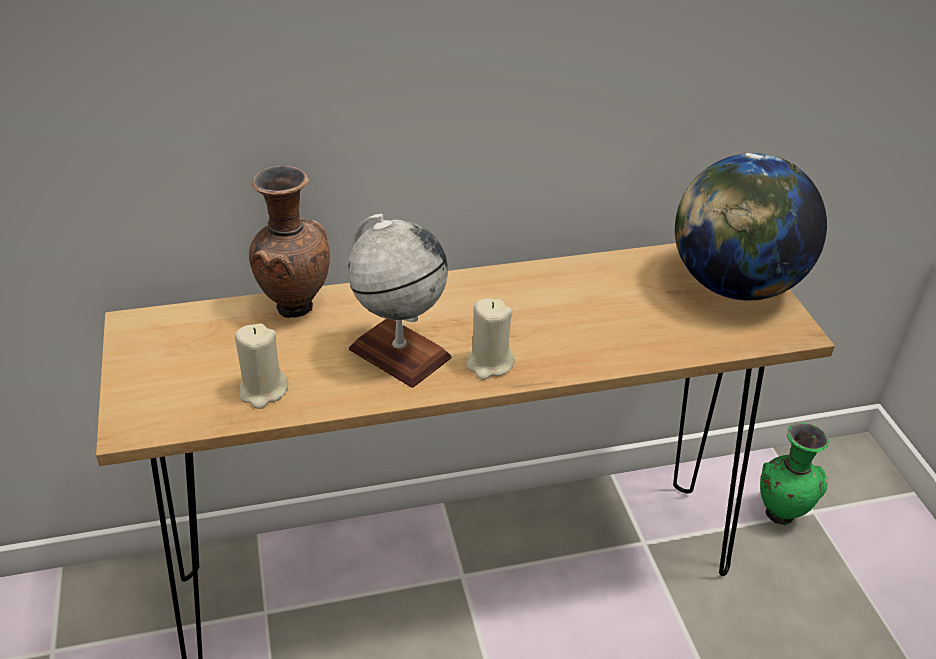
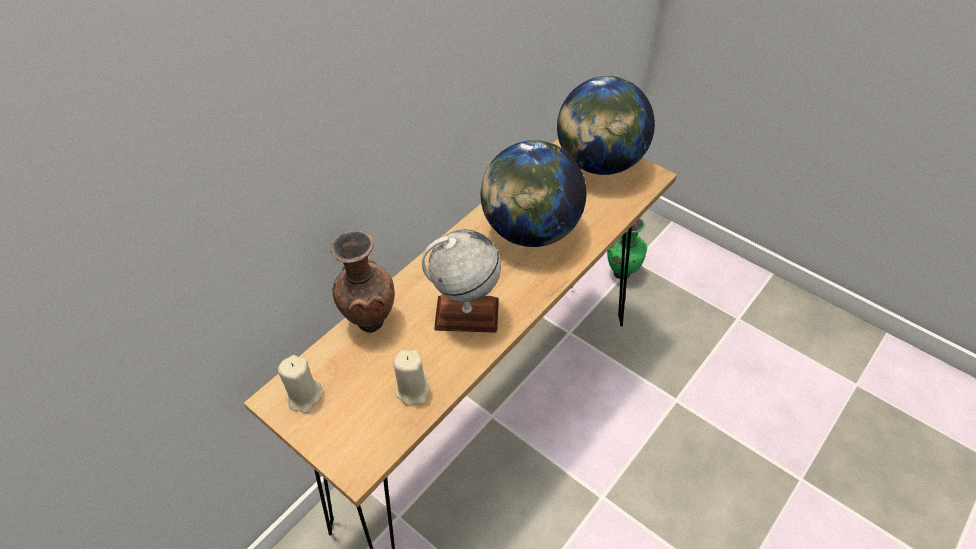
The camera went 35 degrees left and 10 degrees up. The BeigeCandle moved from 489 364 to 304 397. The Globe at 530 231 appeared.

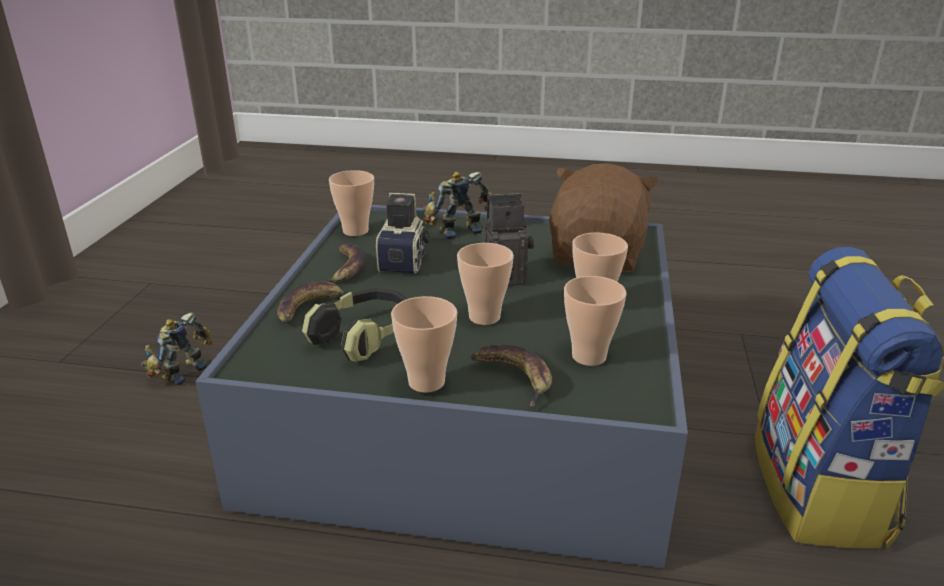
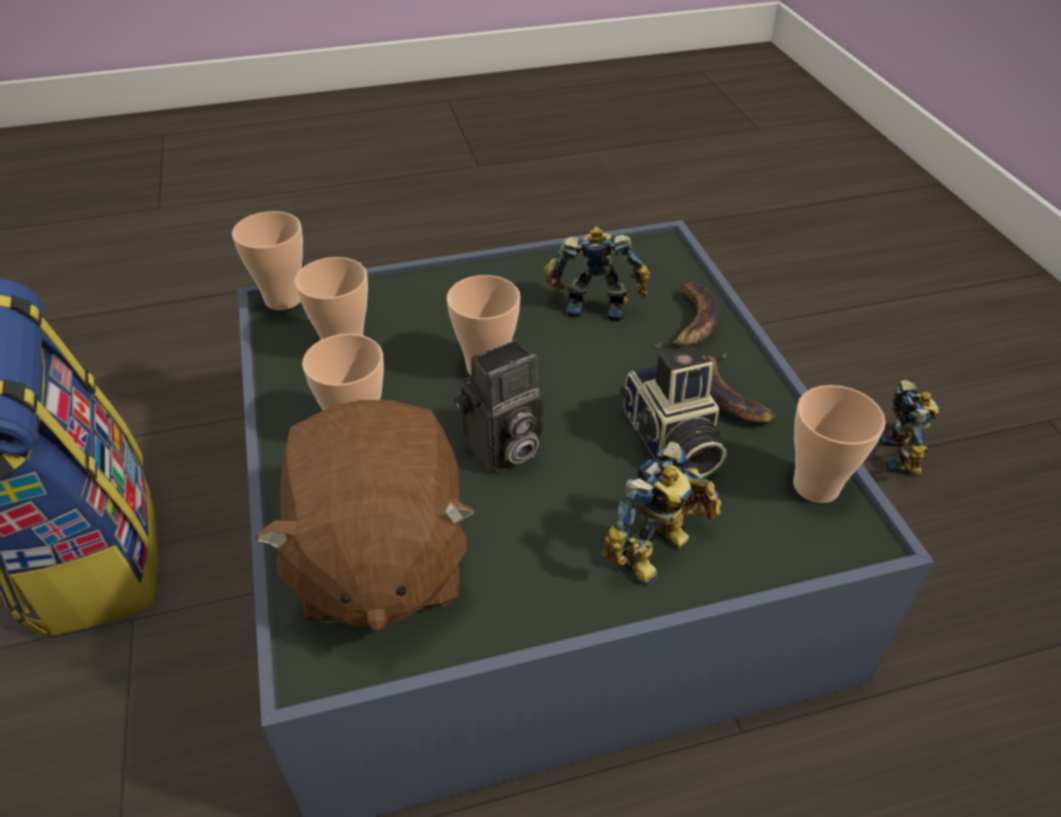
The camera went 155 degrees right and 15 degrees up. The Headphones at 364 336 was replaced by the ToyRobot at 595 305. The Cup moved from 426 382 to 283 299. The Banana at 513 376 disappeared.

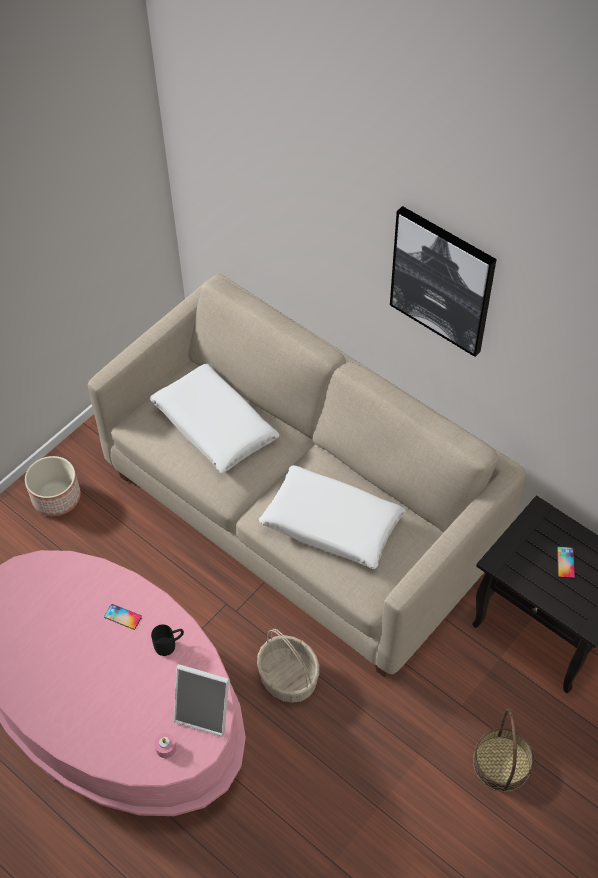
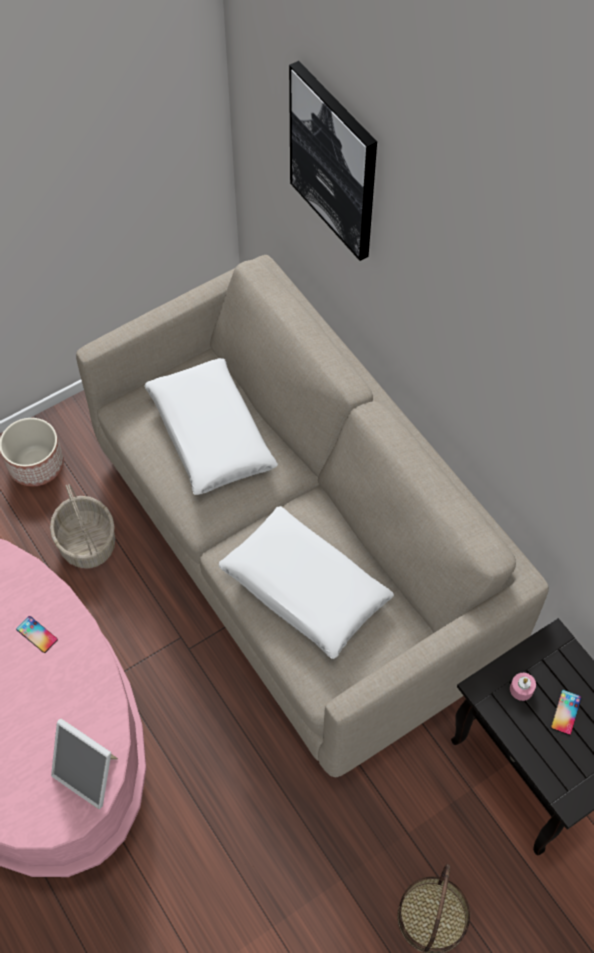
The camera went 15 degrees right and 5 degrees up. The Picture moved from 442 280 to 334 161. The BlackMug at 169 644 disappeared. The Basket moved from 289 678 to 88 543. The PinkCandle moved from 166 748 to 521 689.

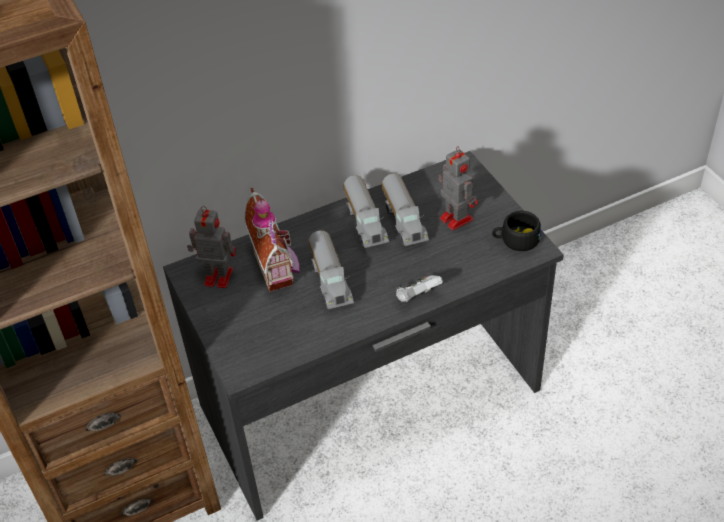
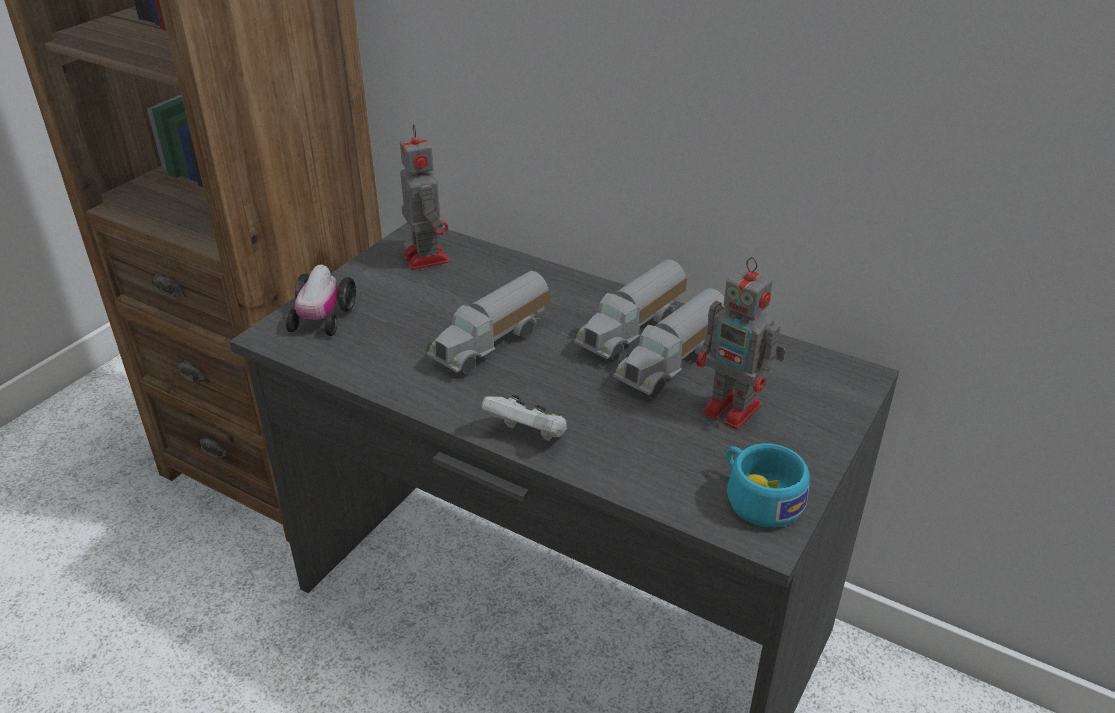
The camera went 55 degrees right and 10 degrees down. The ToyRobot at 455 218 turned 105 degrees clockwise. The ToyHouse at 278 266 disappeared. The BlackCup at 515 240 became the TurquoiseCup at 758 498. The ToyCar at 322 318 appeared.

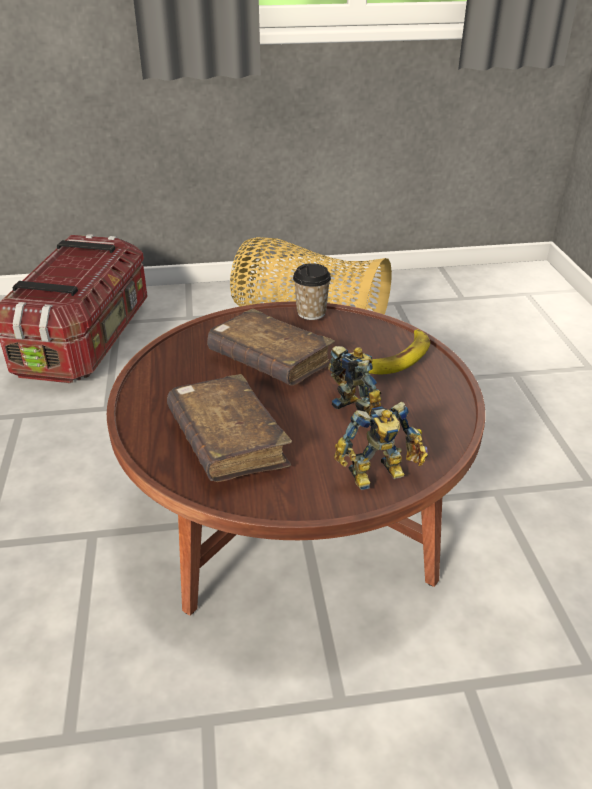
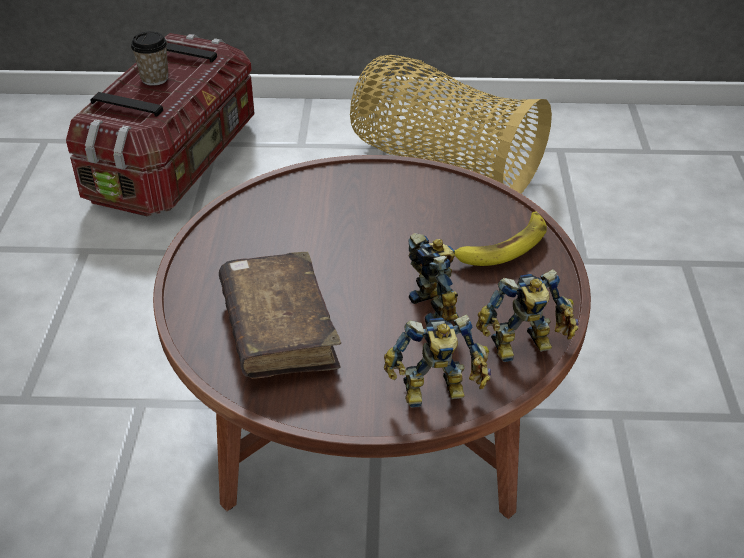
The camera went 10 degrees right and 5 degrees up. The Cup moved from 311 313 to 154 79. The BrownBook at 270 360 disappeared. The ToyRobot at 525 347 appeared.

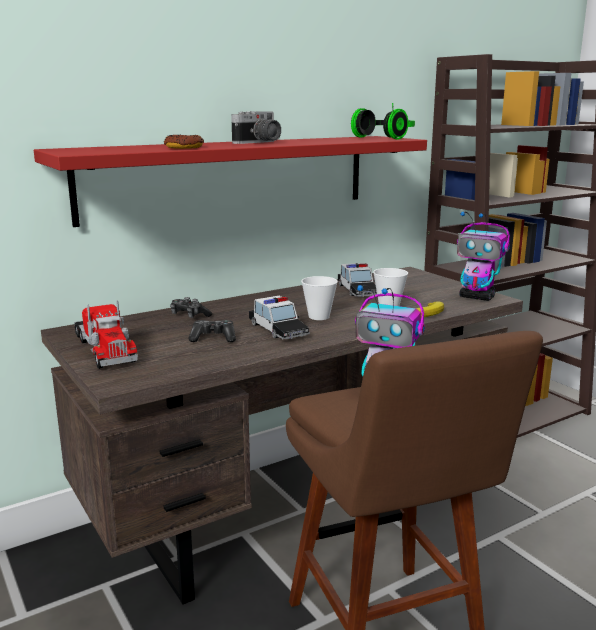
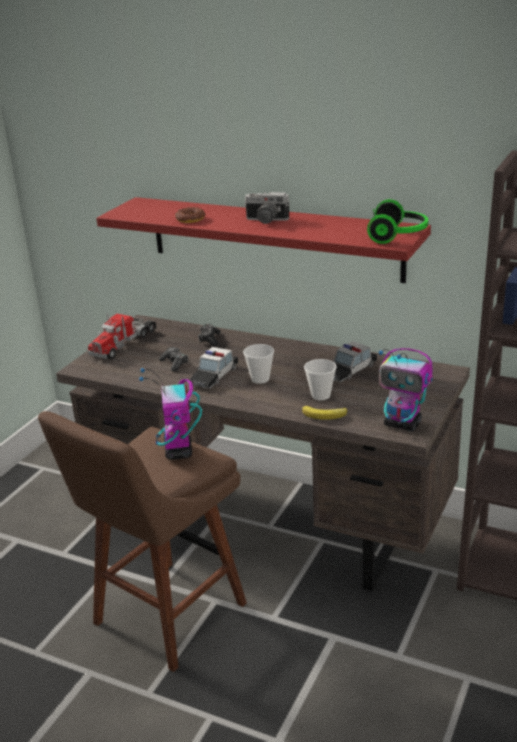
The camera went 60 degrees right and 10 degrees up. The ToyRobot at 477 297 turned 60 degrees counterclockwise.

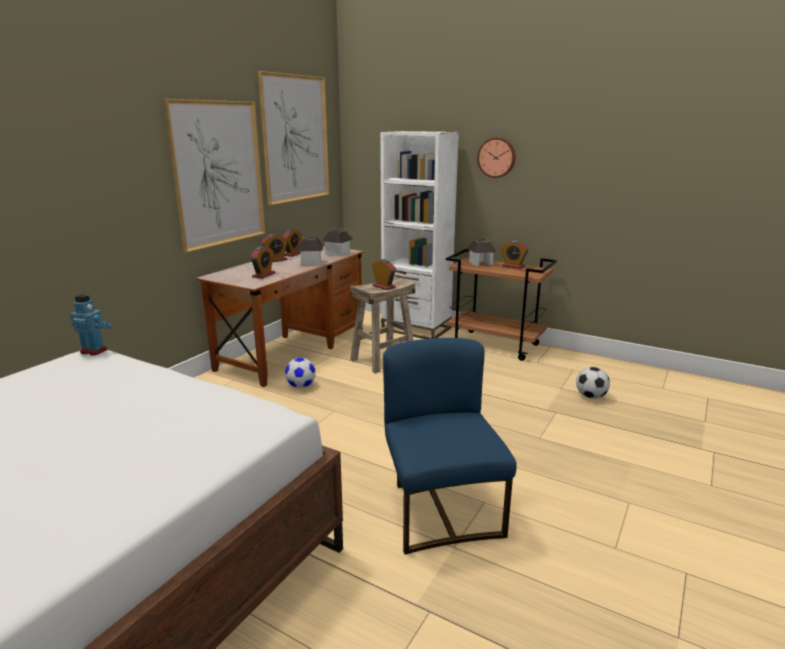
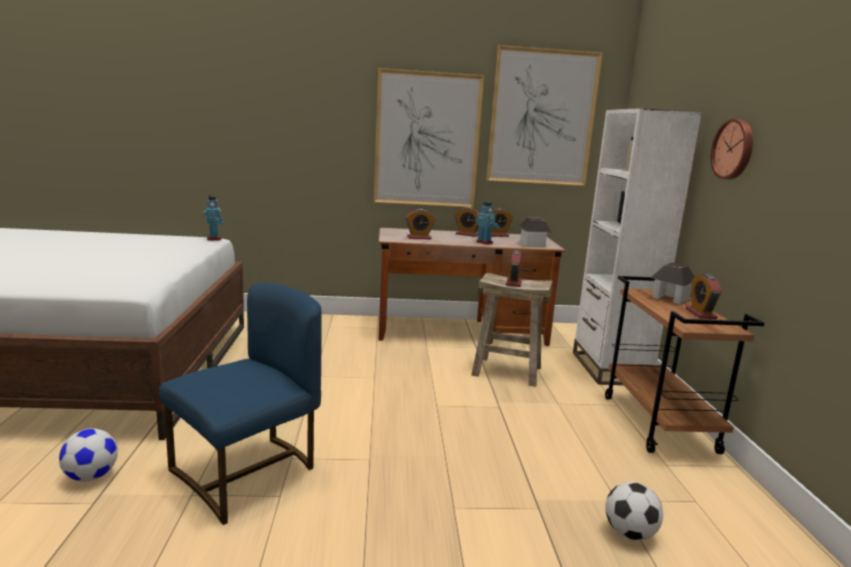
The camera went 55 degrees right and 5 degrees down. The ToyHouse at 311 262 was replaced by the ToyRobot at 484 242. The Football moved from 301 386 to 91 476.

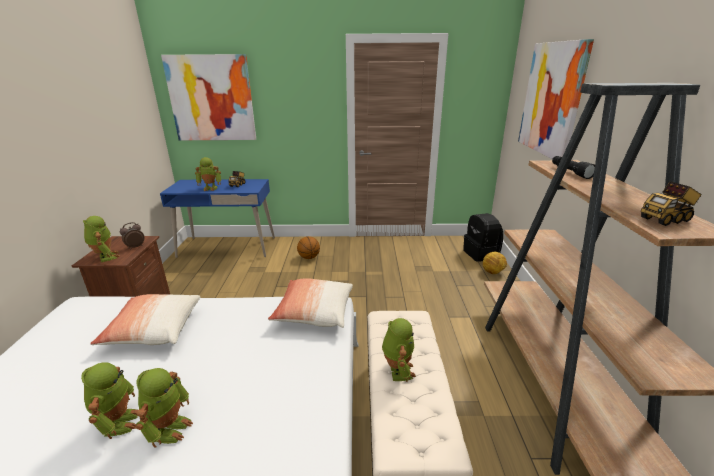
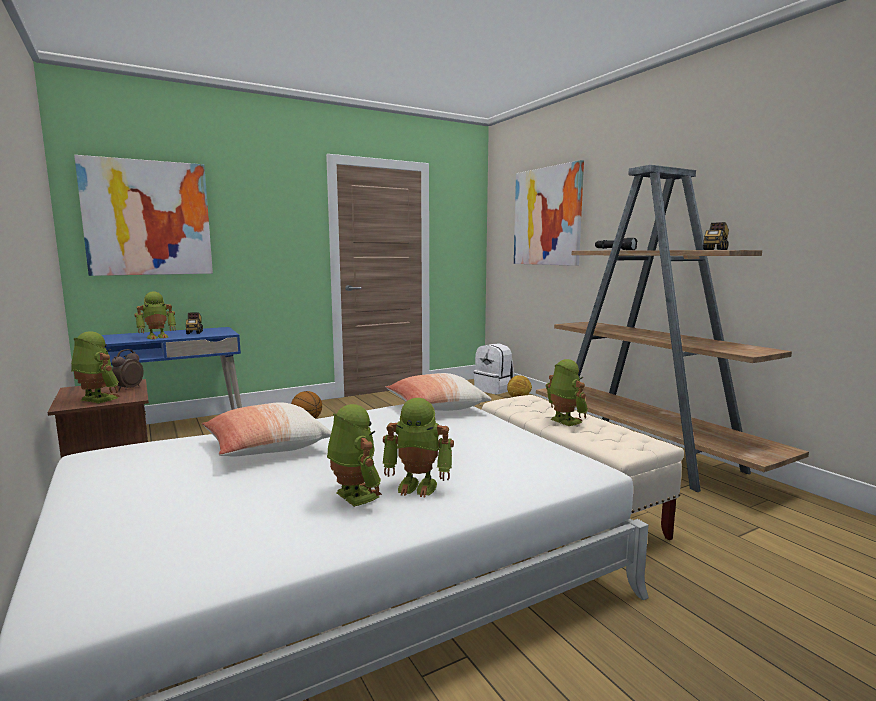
The camera went 30 degrees left and 15 degrees down. The BlackBackpack at 481 254 became the WhiteBackpack at 494 389. The ToyRobot at 169 428 turned 120 degrees clockwise.

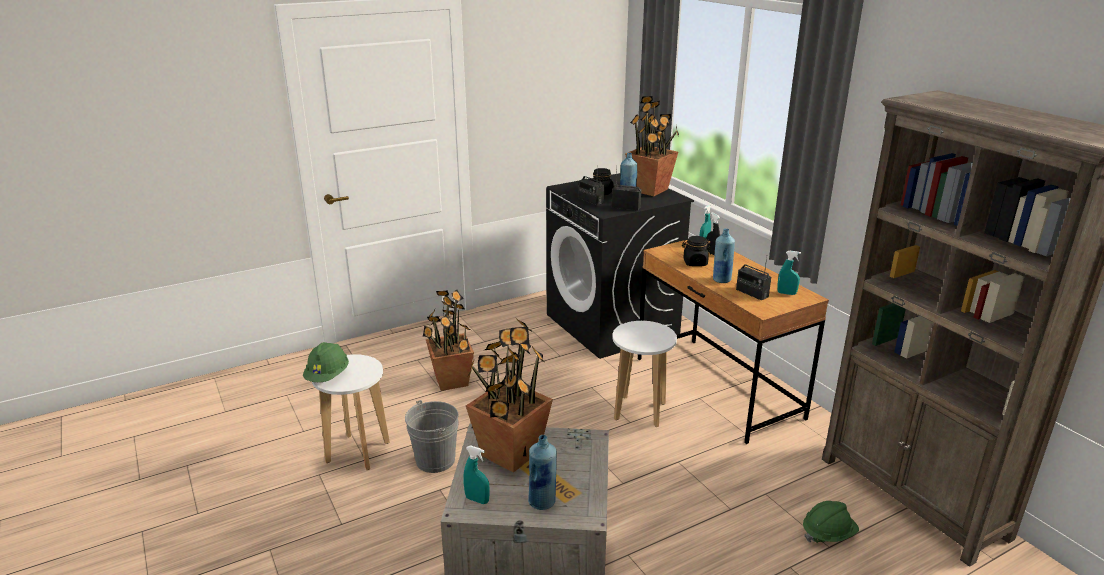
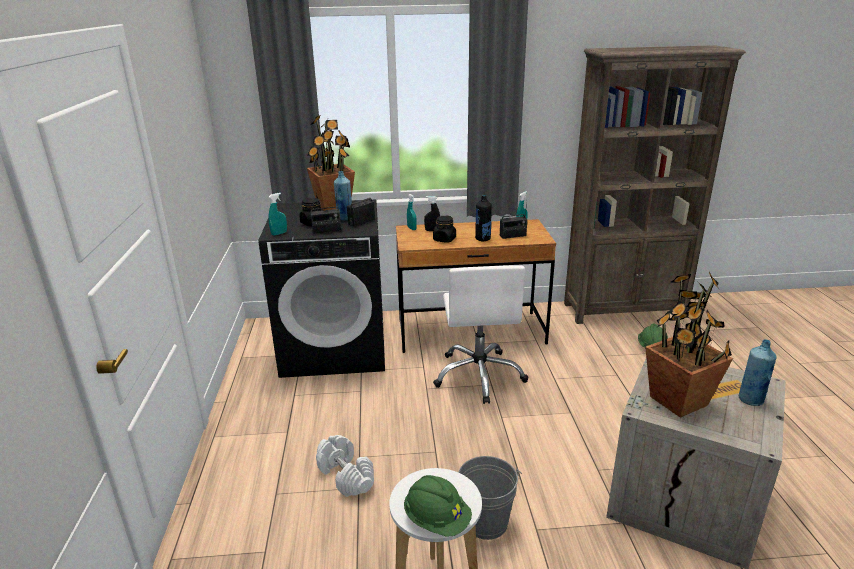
The camera went 65 degrees left and 0 degrees up. The BlueBottle at 721 280 became the BlackBottle at 482 239. The PottedPlant at 451 381 was replaced by the WhiteDumbbell at 346 476. The WhiteStool at 639 411 was replaced by the WhiteOfficeChair at 479 375. The TurquoiseSprayBottle moved from 477 500 to 279 233.

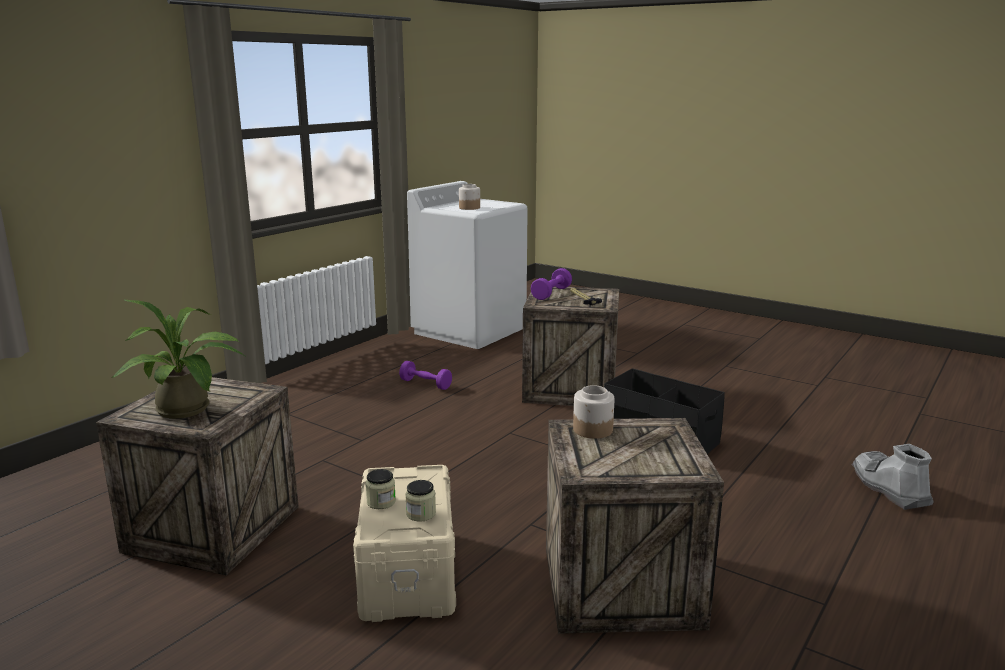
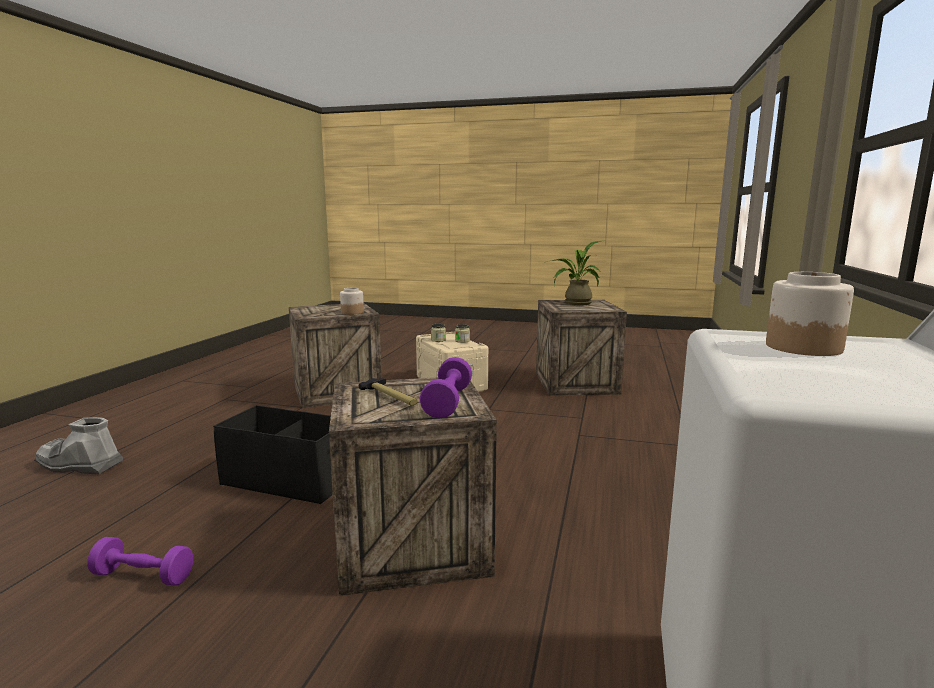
The camera went 160 degrees right and 5 degrees down. The PurpleDumbbell moved from 425 384 to 143 576. The GreyBoot at 889 488 turned 135 degrees clockwise.

